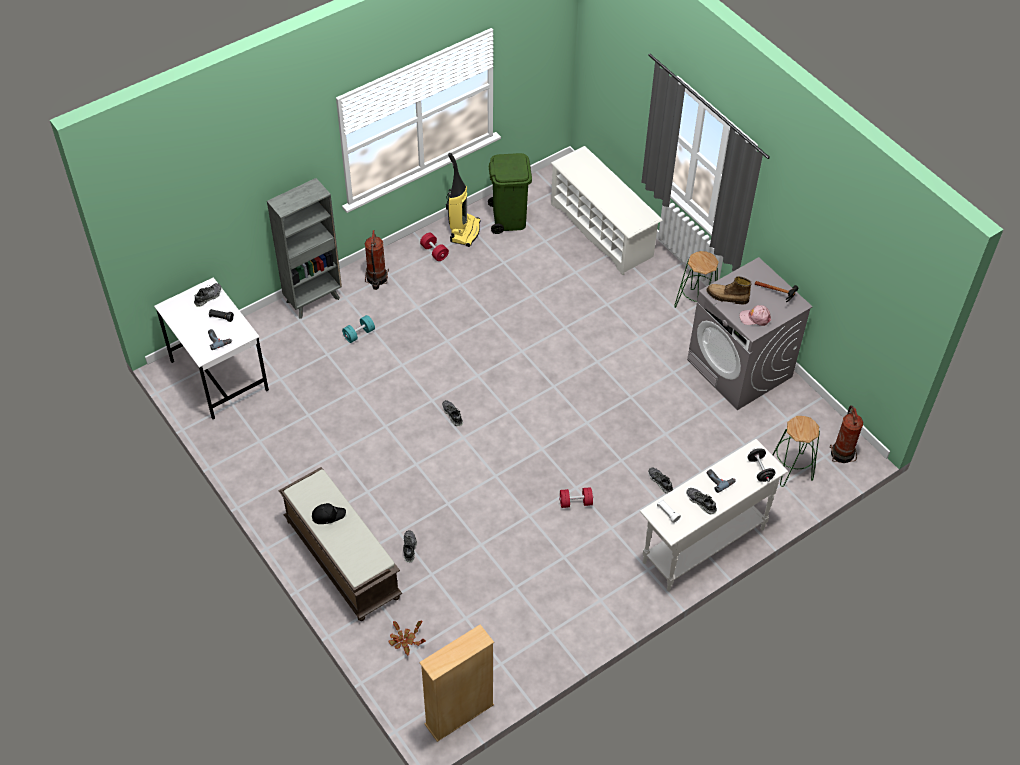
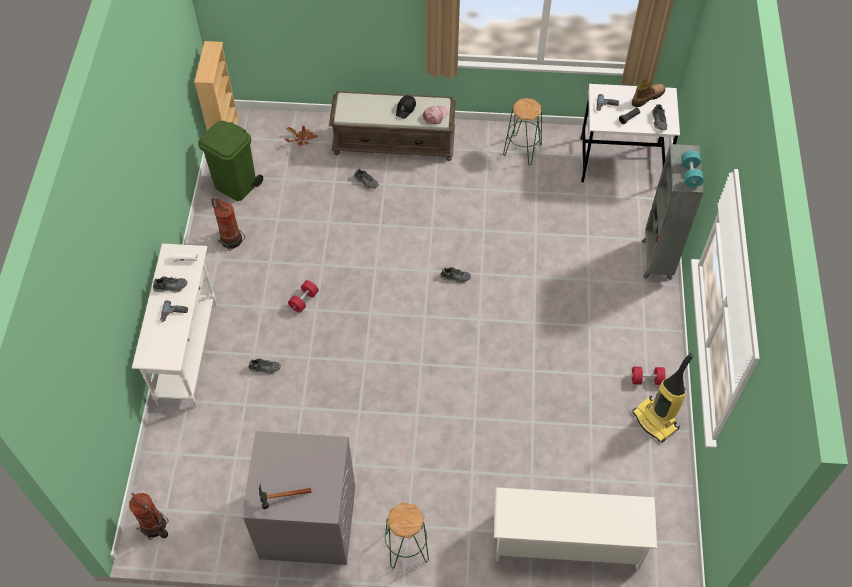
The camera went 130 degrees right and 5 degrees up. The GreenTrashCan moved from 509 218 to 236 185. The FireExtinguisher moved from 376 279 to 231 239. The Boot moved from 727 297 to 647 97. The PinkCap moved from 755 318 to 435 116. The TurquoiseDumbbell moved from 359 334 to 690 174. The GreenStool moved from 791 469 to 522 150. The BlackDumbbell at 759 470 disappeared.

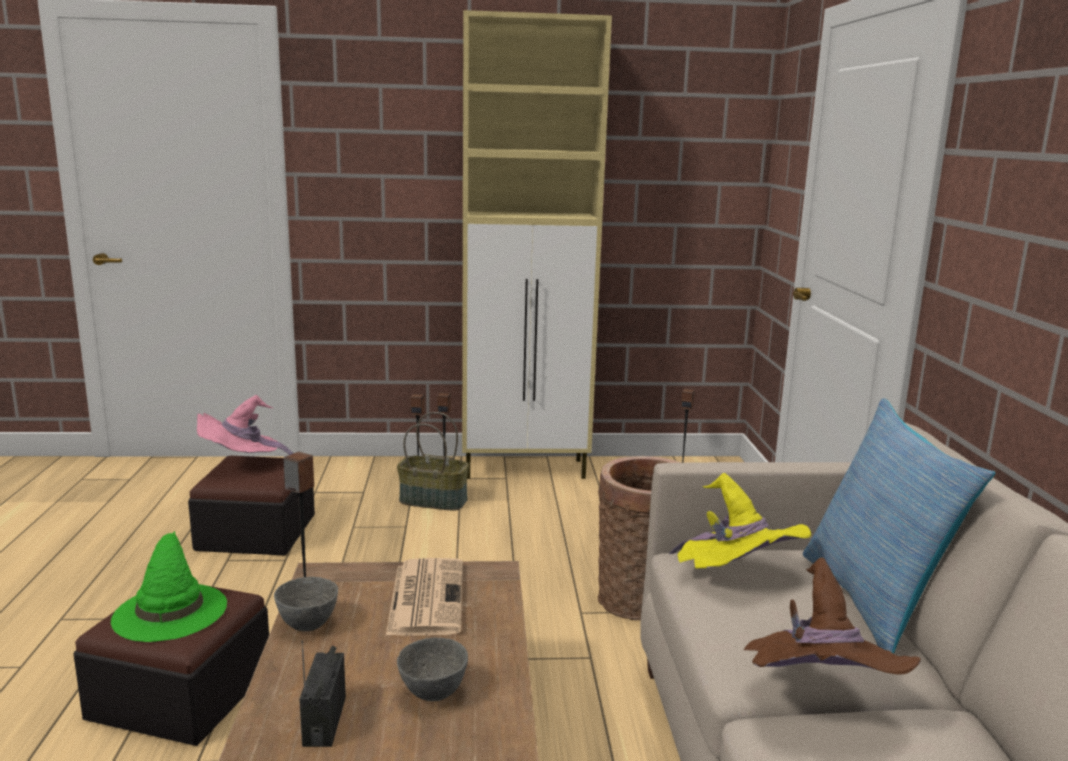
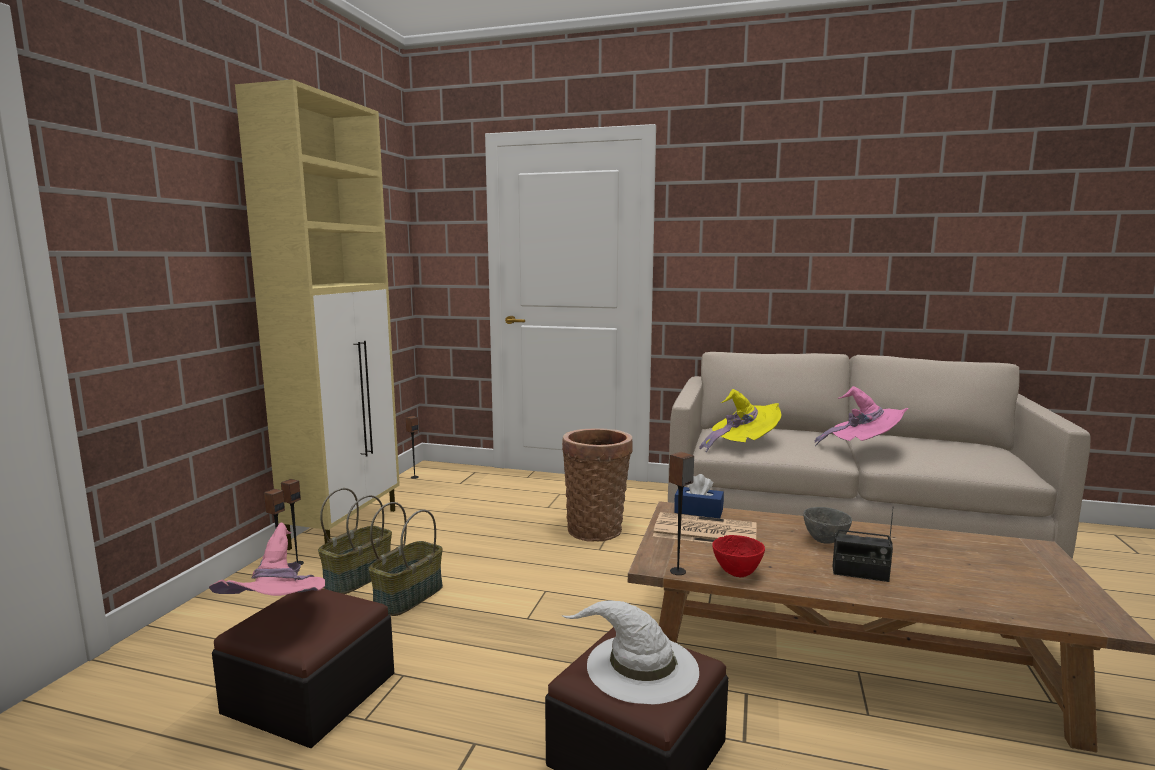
The camera went 70 degrees left and 5 degrees down. The Pillow at 874 603 disappeared. The GreenHat at 169 610 became the WhiteHat at 640 667. The BrownHat at 818 700 became the PinkHat at 863 448. The GreyBowl at 306 625 became the RedBowl at 737 573. The BlueTissueBox at 698 511 appeared. The Basket at 408 596 appeared.

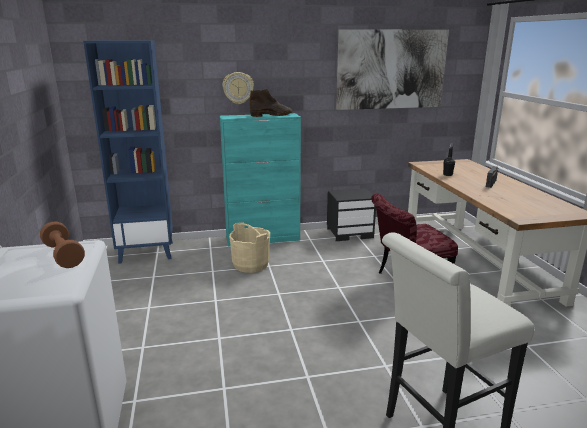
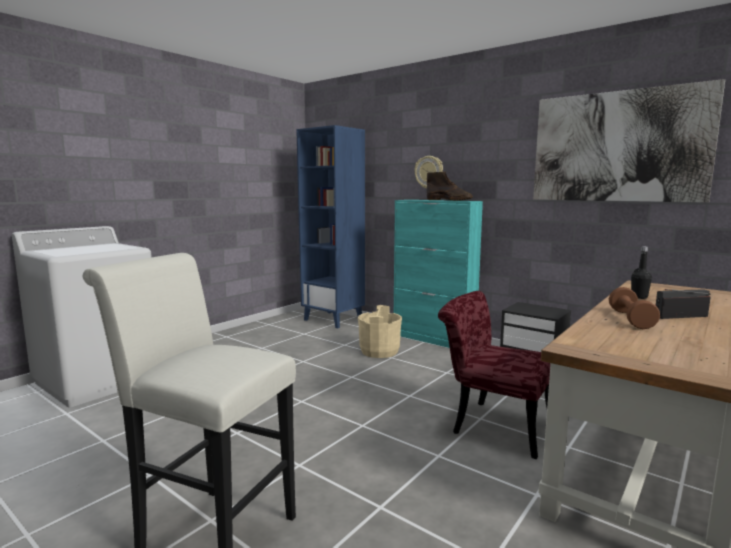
The camera went 50 degrees right and 10 degrees down. The BrownDumbbell moved from 63 255 to 631 319.

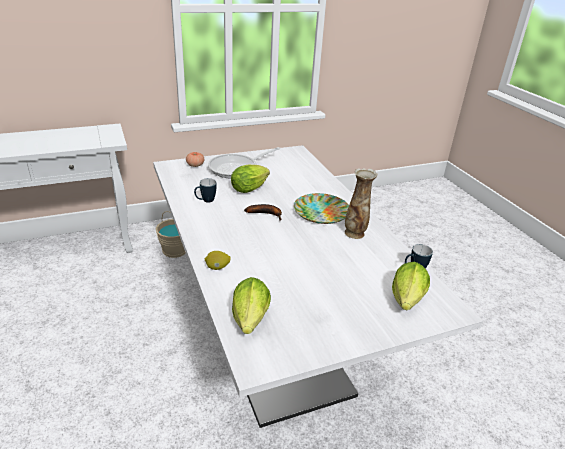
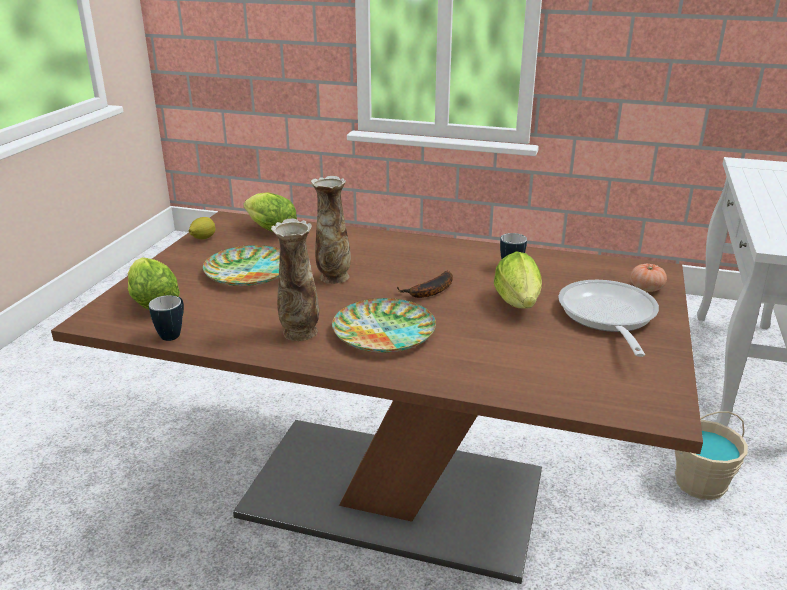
The camera went 130 degrees right and 5 degrees down. The WhiteDiningTable at 275 341 became the BrownDiningTable at 393 494. The Lemon moved from 217 267 to 203 238. The Vase at 333 277 appeared. The Plate at 248 271 appeared.

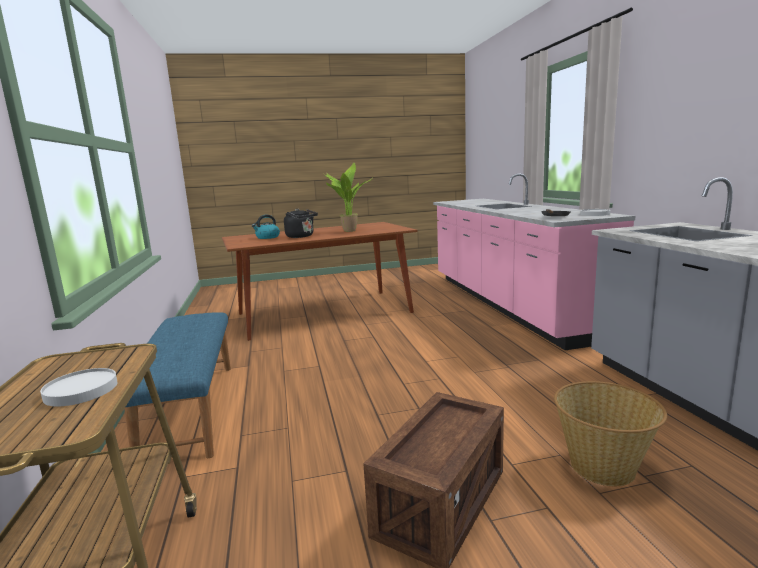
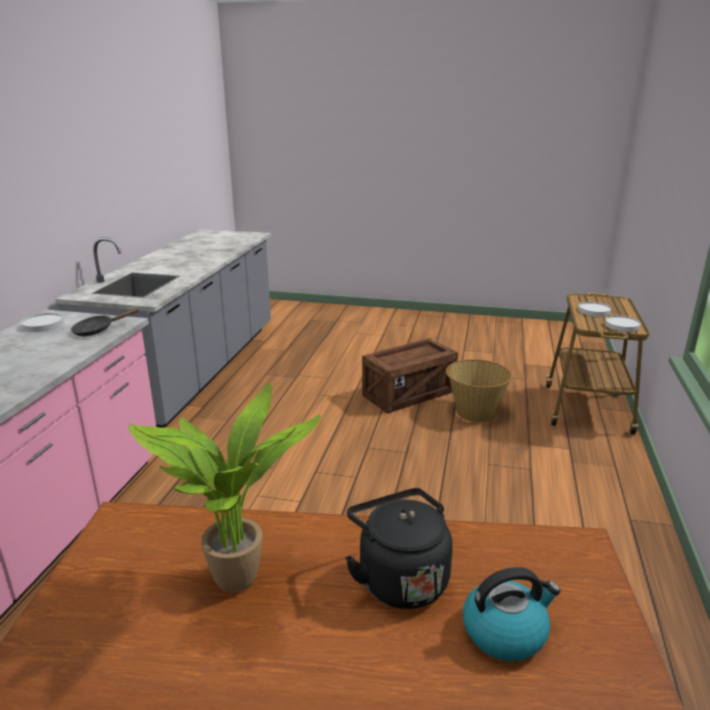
The camera went 155 degrees left and 10 degrees up. The BlueBench at 190 409 disappeared. The Basket moved from 603 466 to 475 413. The WhitePlate at 622 326 appeared.

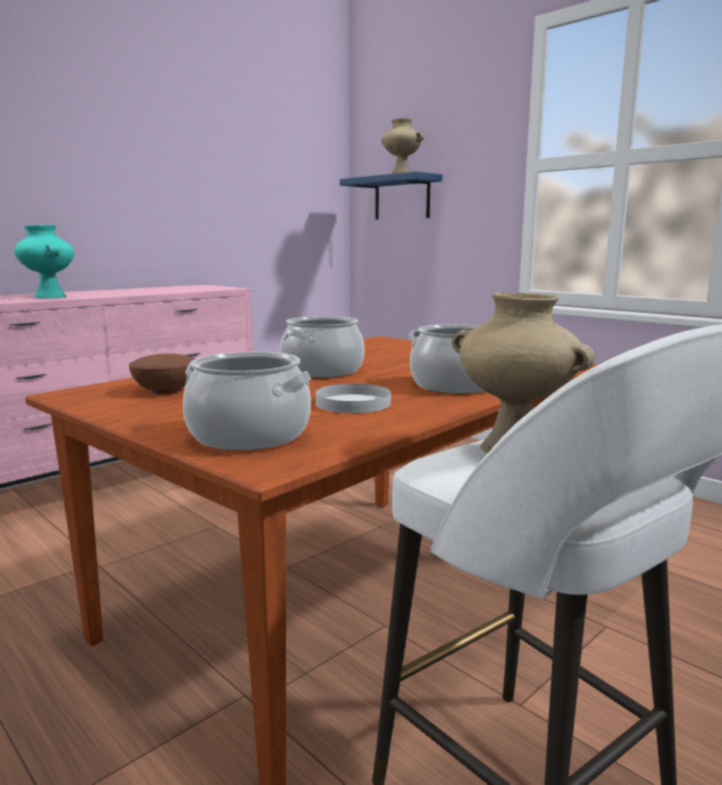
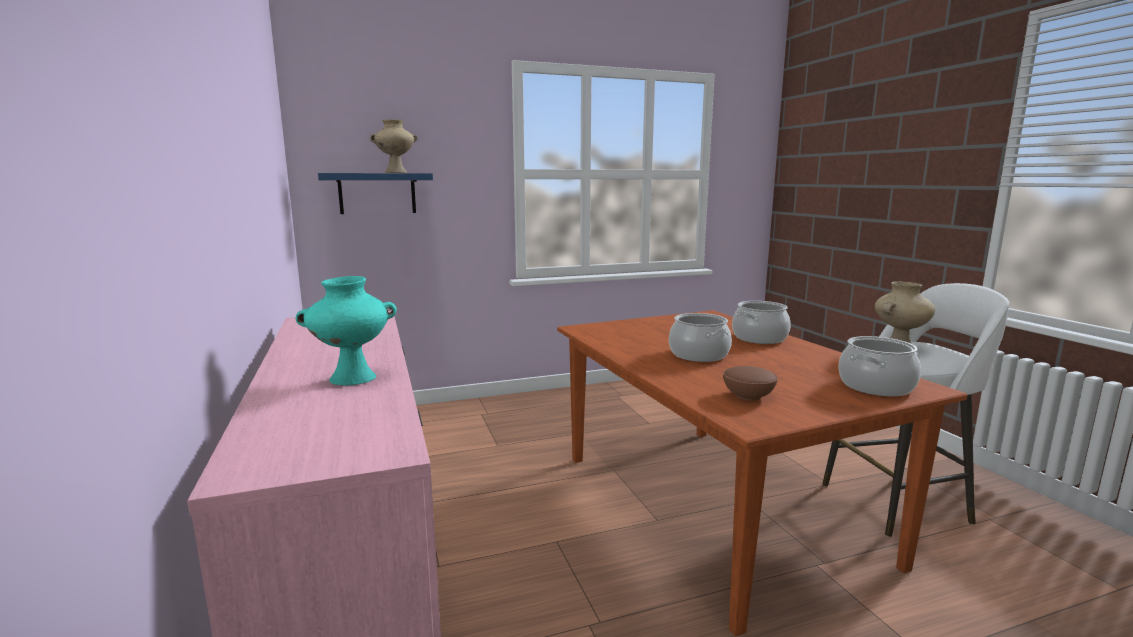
The camera went 65 degrees left and 0 degrees up. The WhitePlate at 353 403 disappeared.

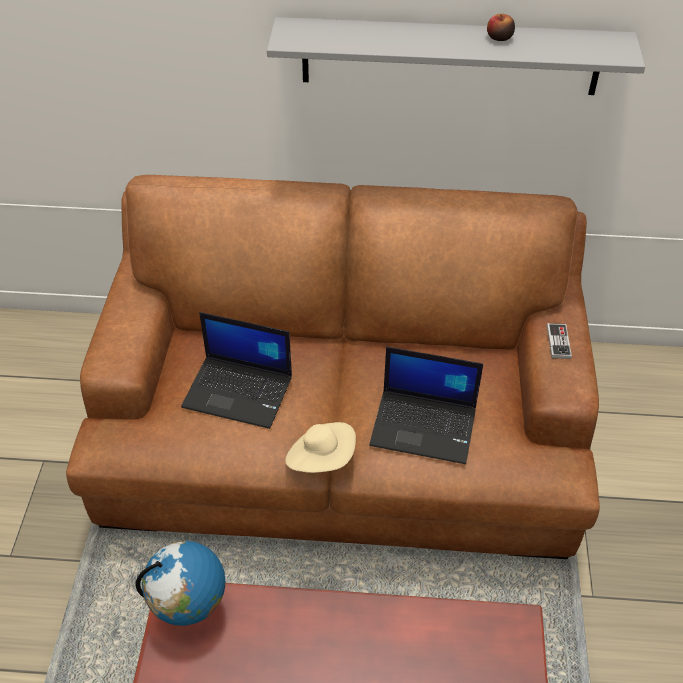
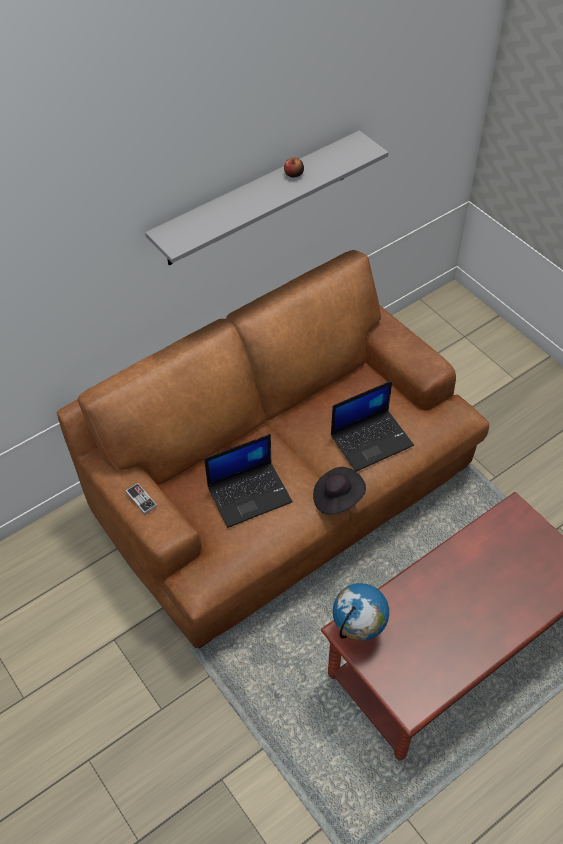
The camera went 40 degrees left and 5 degrees up. The GameController moved from 558 342 to 141 499. The BeigeHat at 321 459 became the BlackHat at 337 498.

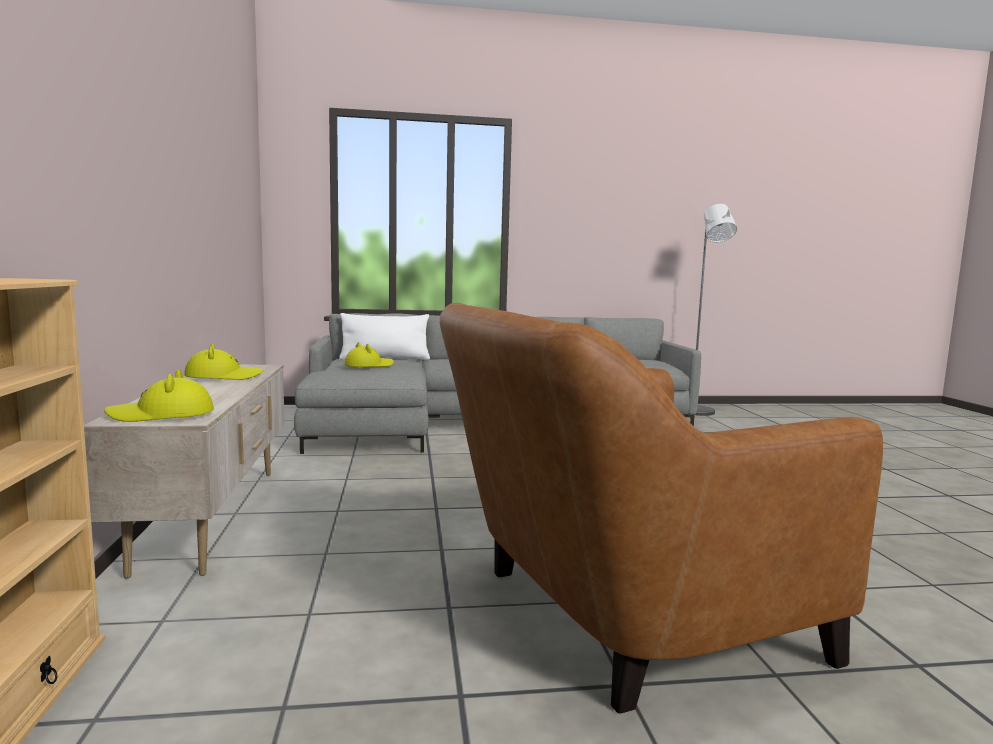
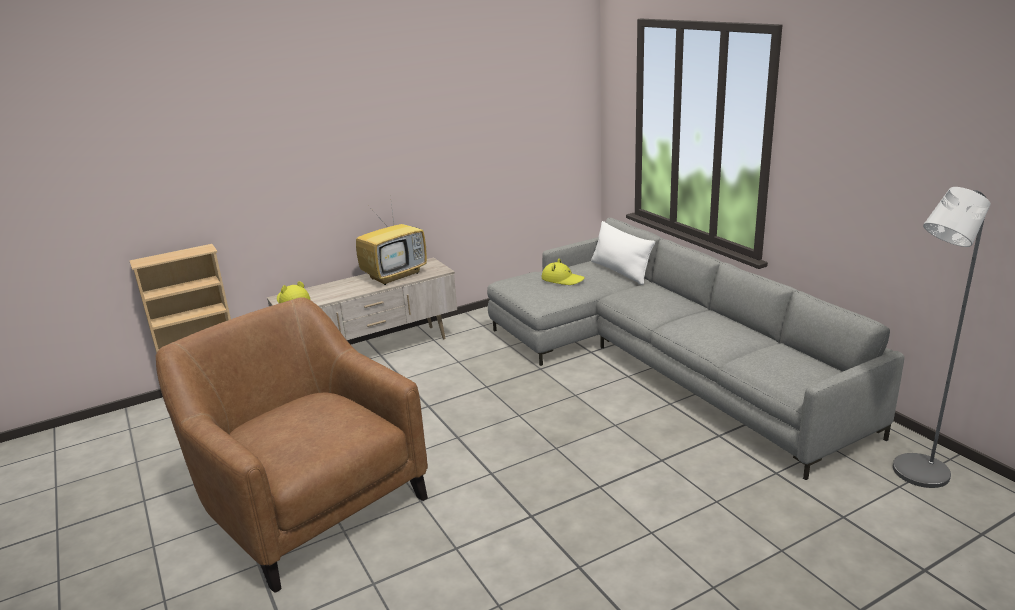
The camera went 70 degrees right and 15 degrees up. The YellowHat at 223 377 was replaced by the Television at 395 275.

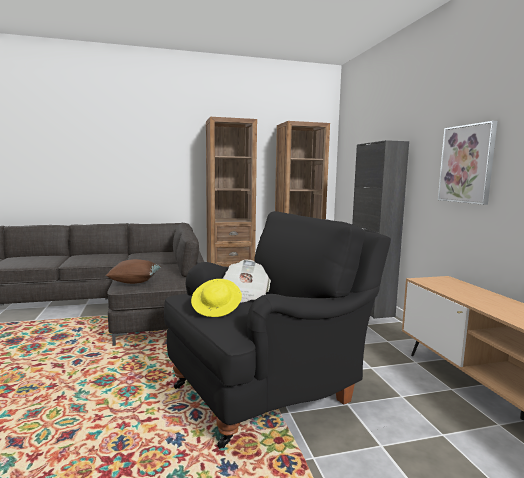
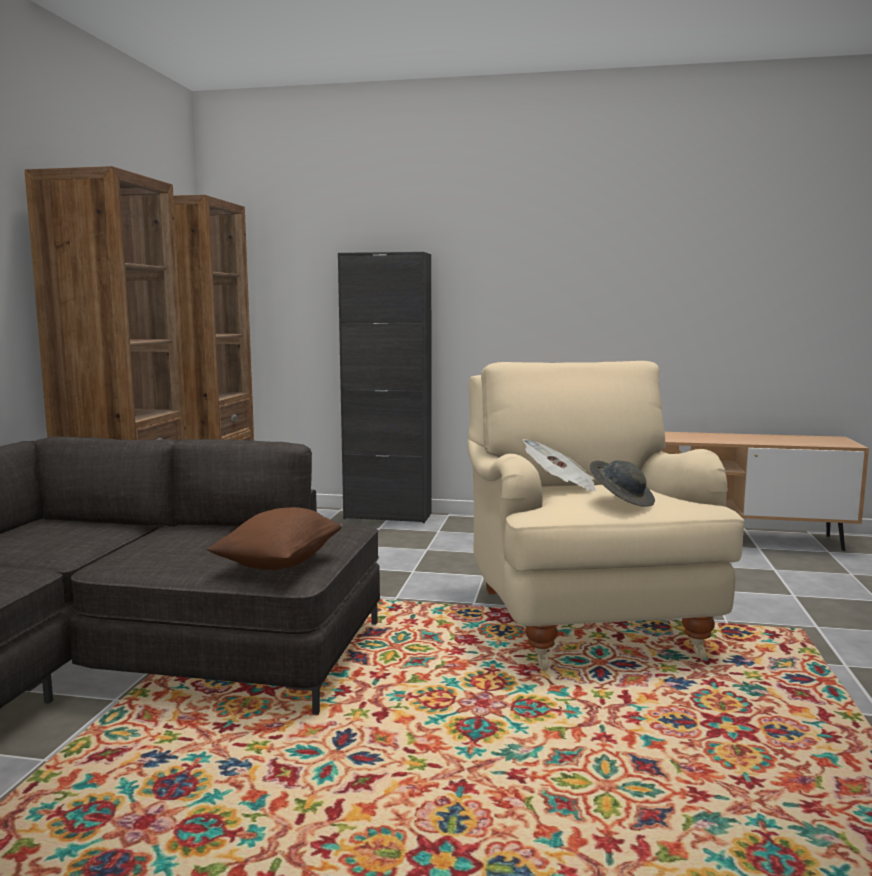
The camera went 65 degrees left and 0 degrees up. The Picture at 467 164 disappeared. The BlackArmchair at 268 390 became the BeigeArmchair at 582 615. The YellowHat at 217 309 became the GreyHat at 621 500.

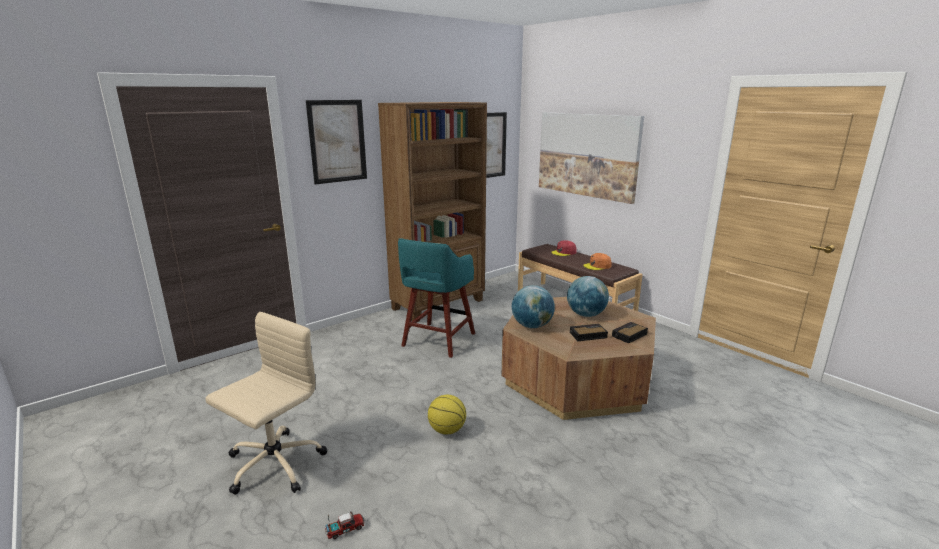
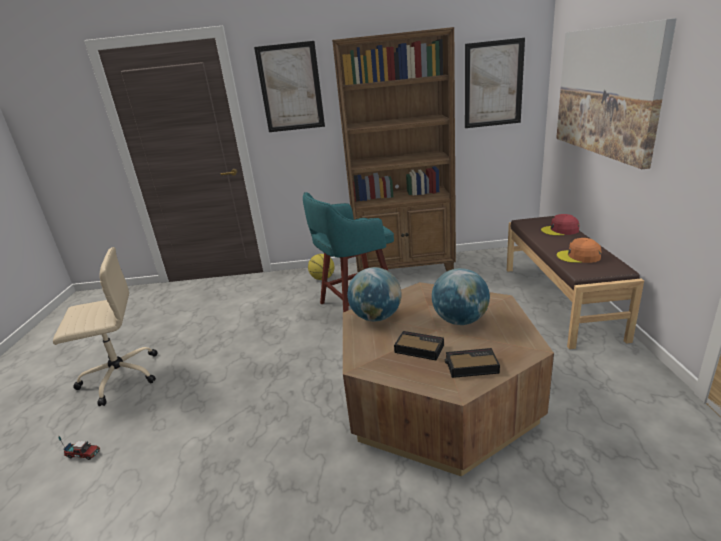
The camera went 40 degrees right and 5 degrees up. The Basketball moved from 447 430 to 322 278.

